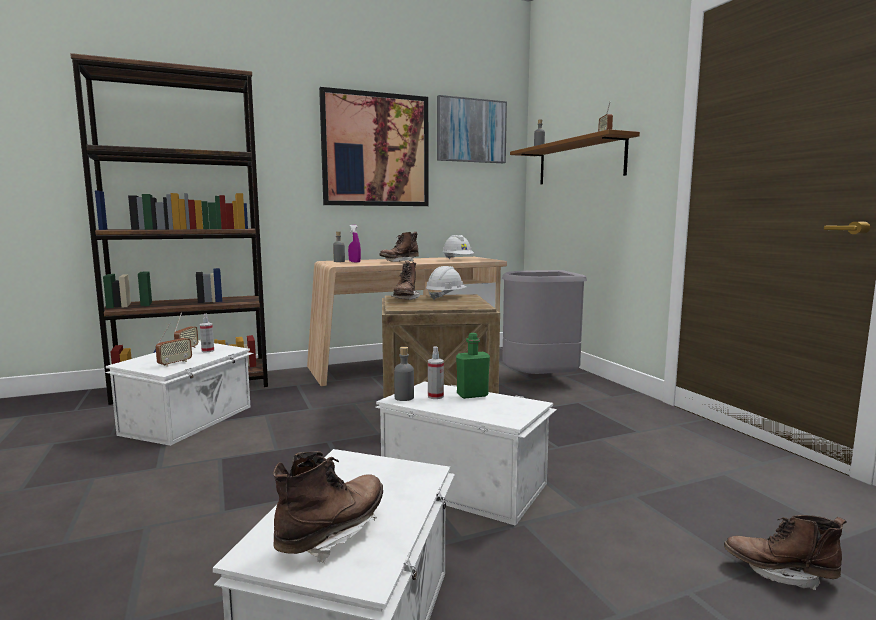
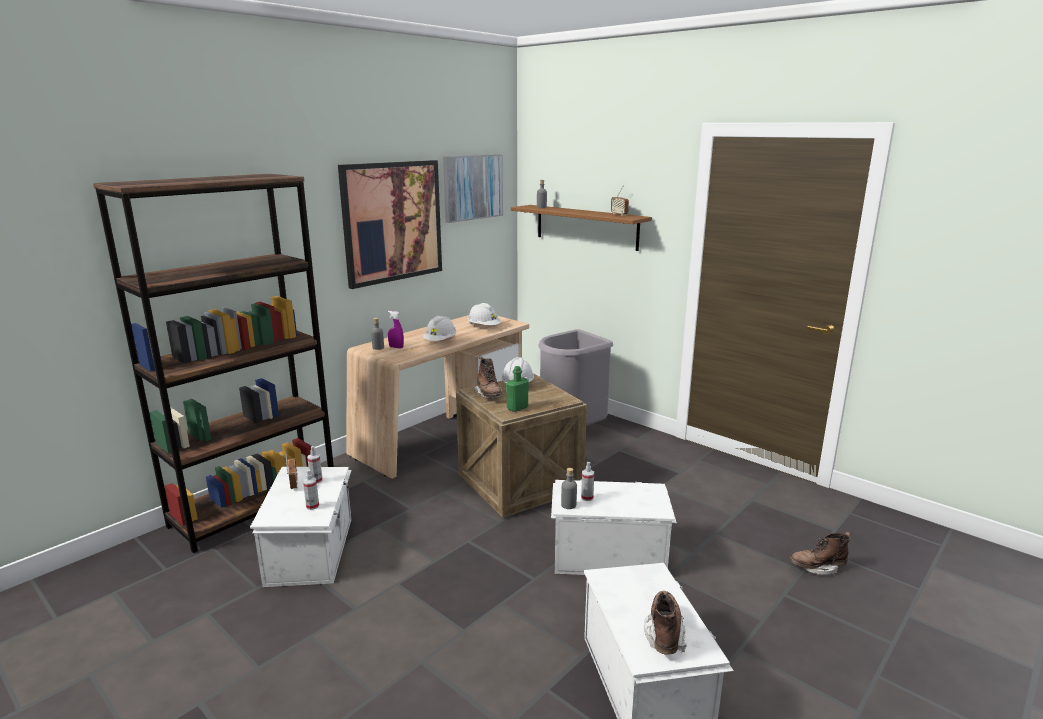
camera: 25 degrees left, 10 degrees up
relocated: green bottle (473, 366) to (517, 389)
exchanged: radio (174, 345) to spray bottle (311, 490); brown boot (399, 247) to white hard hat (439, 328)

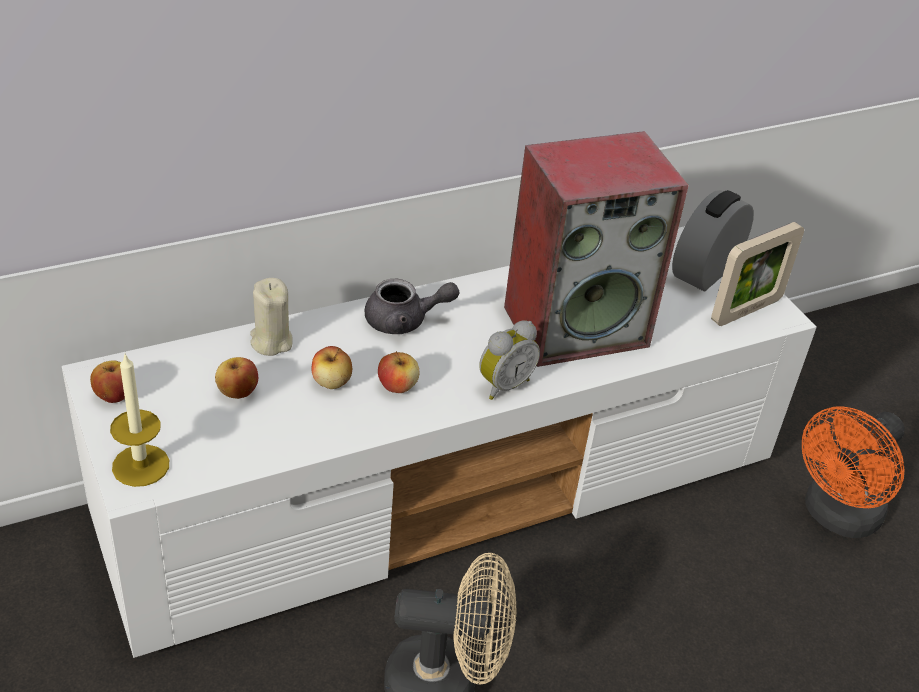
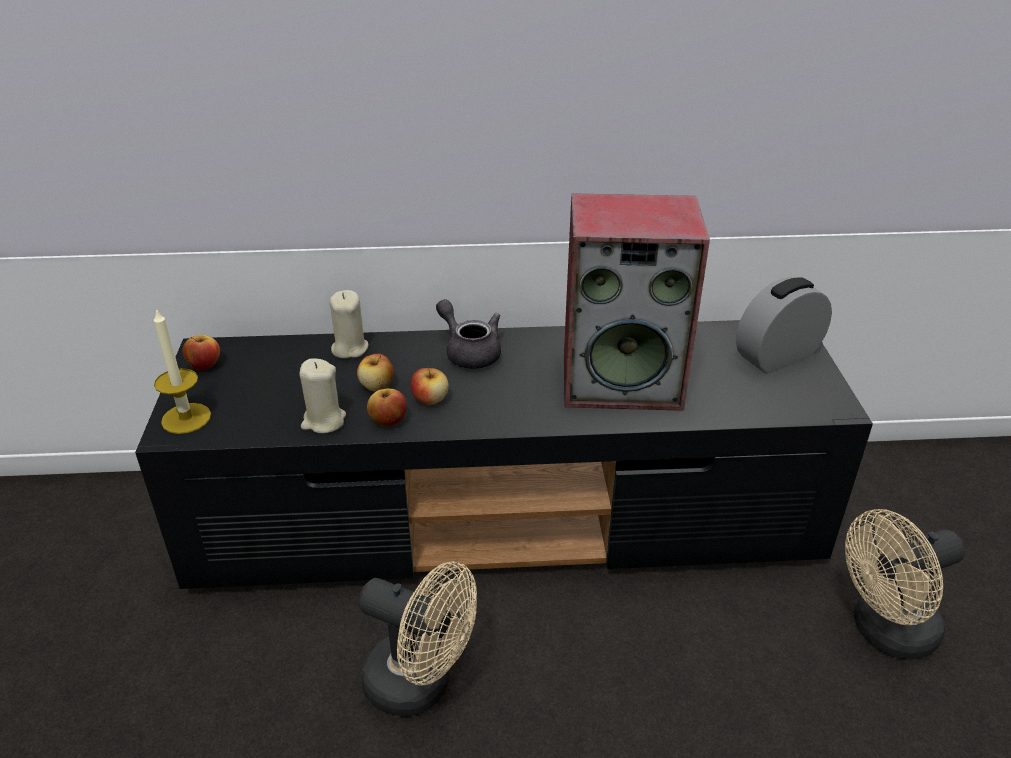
camera: 25 degrees right, 5 degrees down
missing: alarm clock (509, 360); picture frame (757, 274)
appeared: beige candle (322, 395)
relocated: apple (236, 378) to (387, 407)
colour: white tv stand (439, 442) to black tv stand (504, 454); orange fan (853, 472) to beige fan (905, 584)
spun: grey teapot (411, 306) = (468, 334) 150 degrees counterclockwise

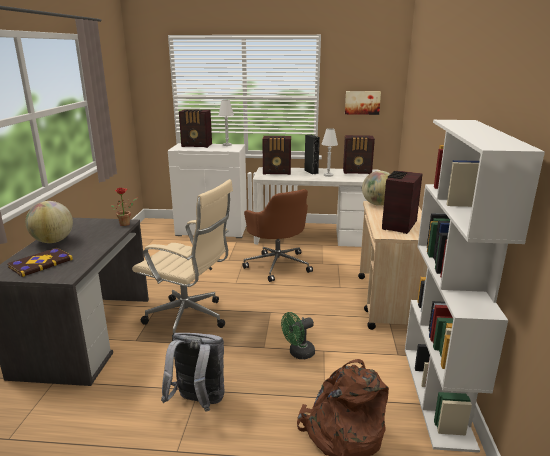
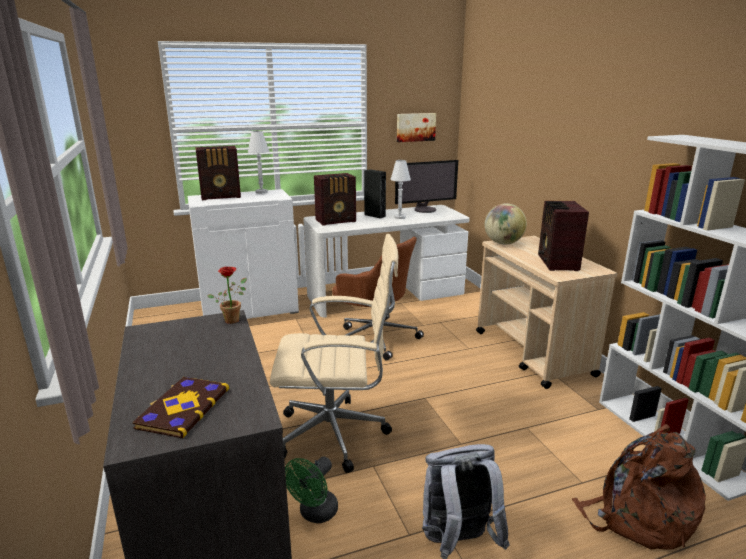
camera: 25 degrees left, 0 degrees up
missing: globe (49, 222)
relocated: green fan (298, 335) to (311, 489)
exchanged: radio (359, 154) to monitor (426, 186)

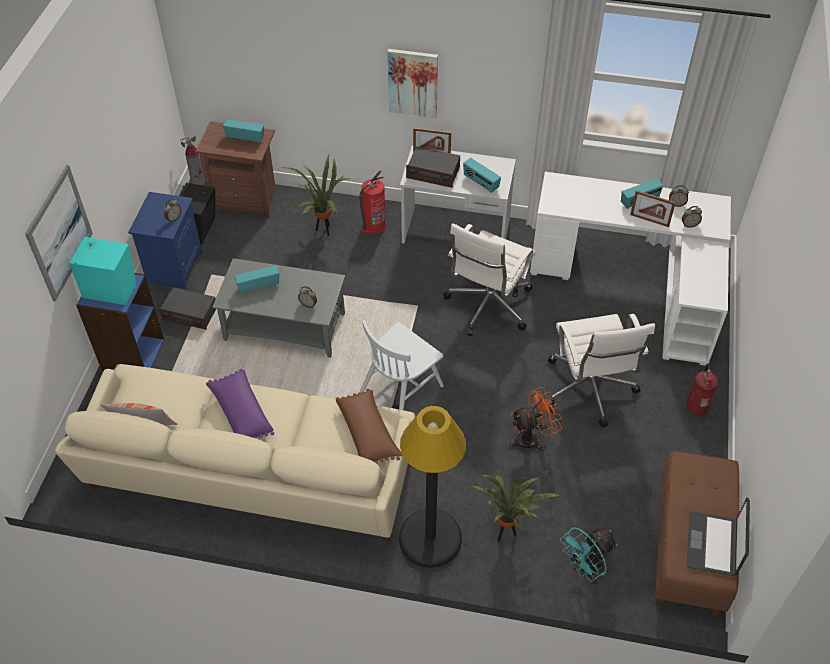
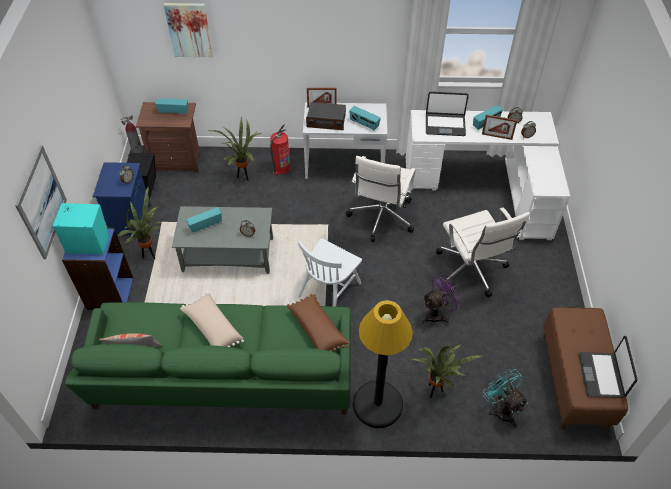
camera: 10 degrees left, 0 degrees up
missing: fire extinguisher (702, 390)
appeared: laptop (447, 114)
relocated: picture (413, 83) to (188, 30)
exchanged: radio (187, 308) to potted plant (140, 223)
colour: beige sofa (235, 454) to green sofa (208, 358); purple pillow (240, 403) to beige pillow (212, 319); orange fan (535, 419) to purple fan (442, 298)
spun: turquoise fan (589, 556) = (505, 398) 105 degrees clockwise

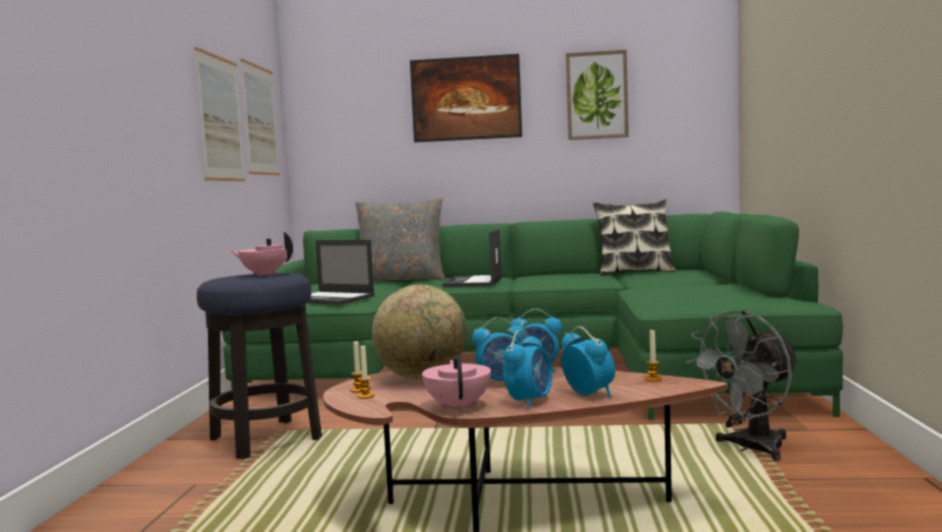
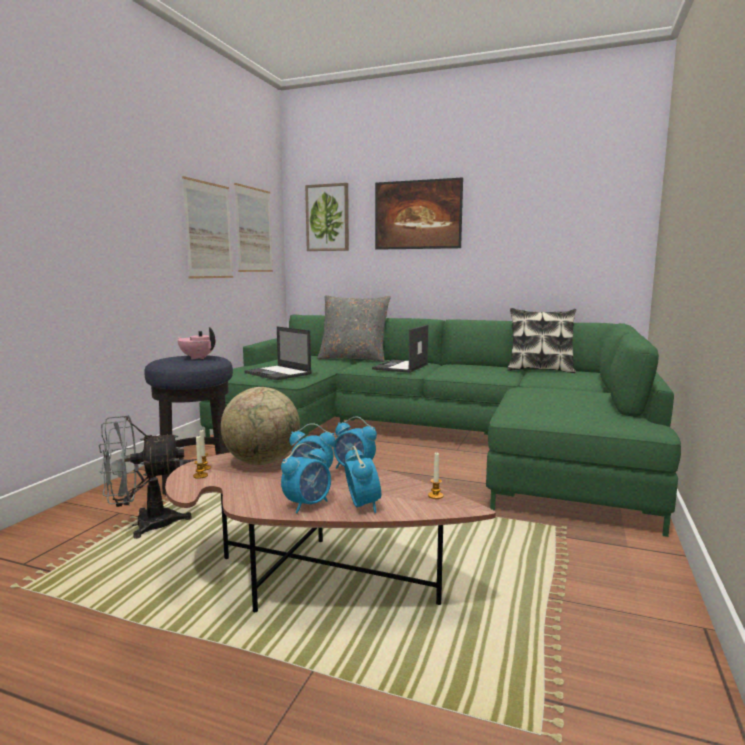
camera: 15 degrees right, 5 degrees up
missing: pink teapot (456, 383)
relocated: picture (597, 95) to (327, 217); grey fan (742, 386) to (145, 477)

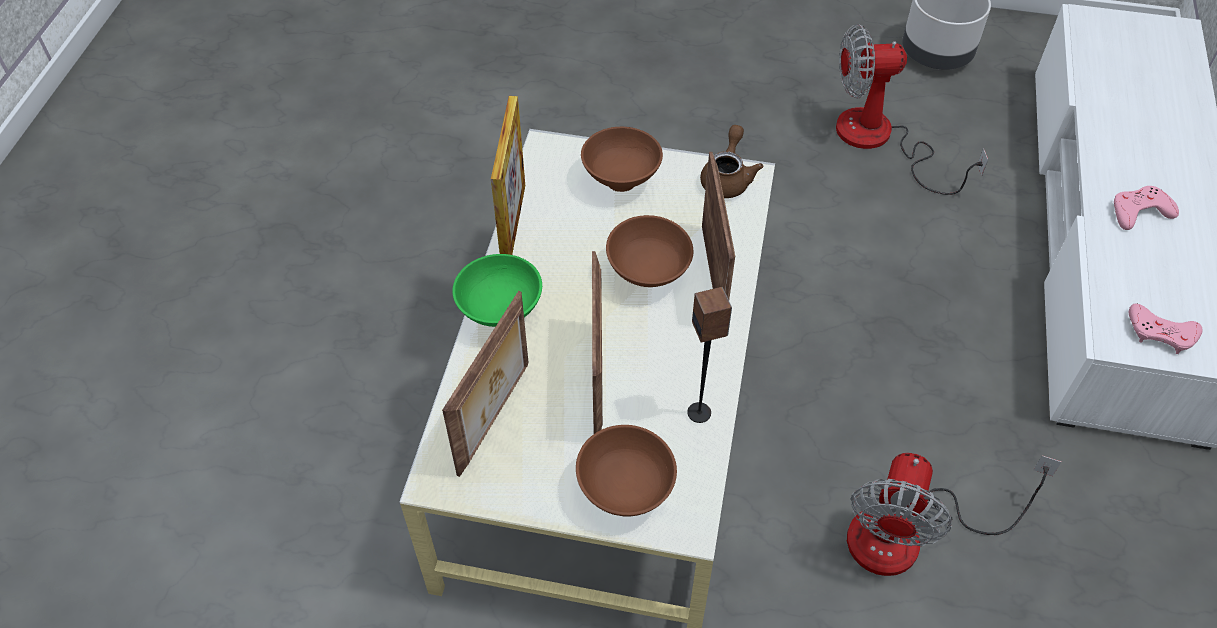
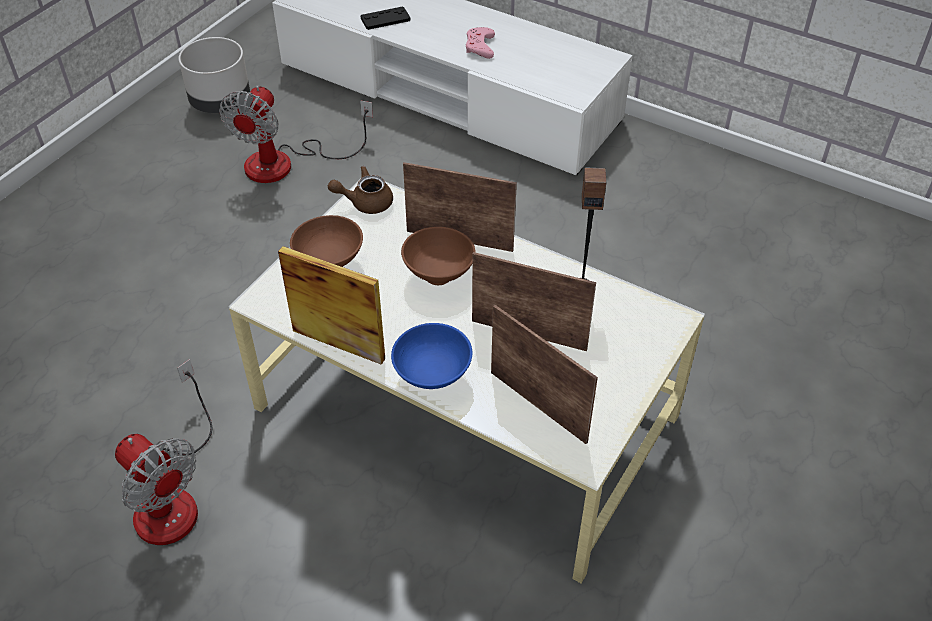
camera: 70 degrees left, 5 degrees down
missing: brown bowl (626, 470); pink game controller (1166, 329)
appeared: black game controller (385, 18)
relocated: fan (954, 514) to (163, 452)
colour: green bowl (497, 290) to blue bowl (432, 356)
spun: brown teapot (731, 161) = (360, 190) 45 degrees counterclockwise

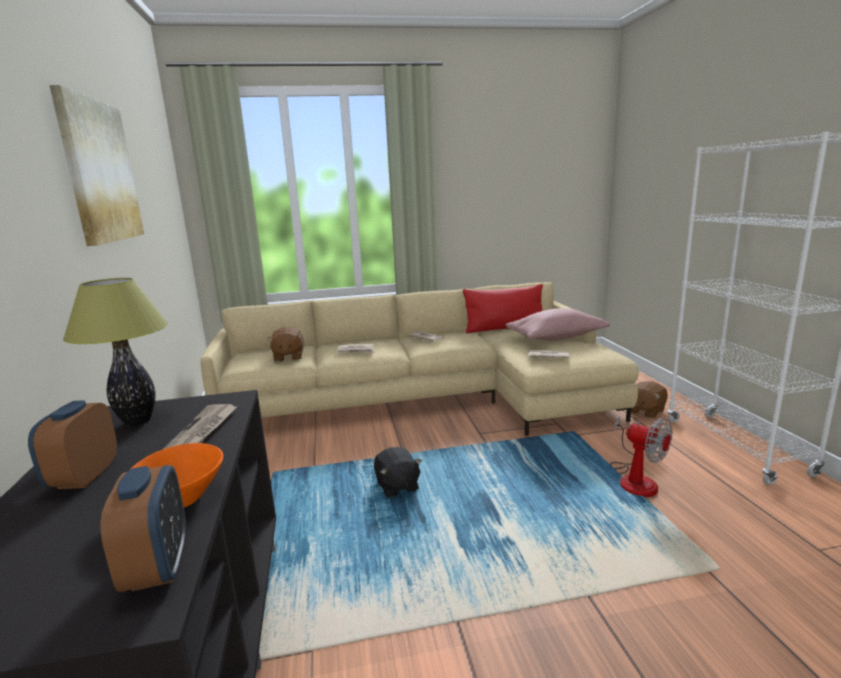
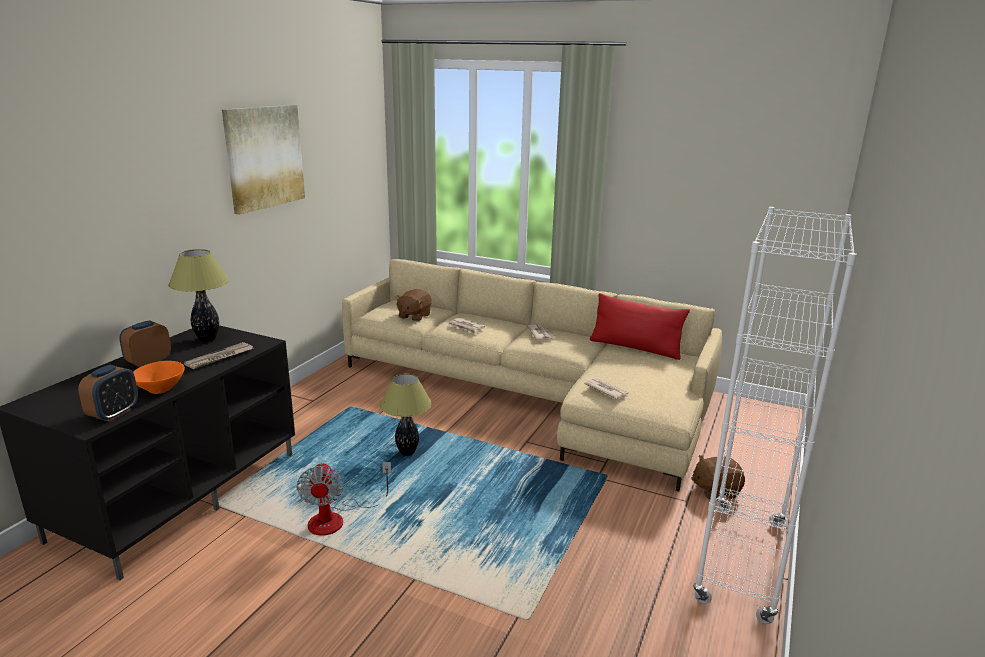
camera: 35 degrees right, 5 degrees up
missing: pink pillow (558, 324)
relocated: fan (641, 457) to (343, 499)
exchanged: black plush toy (398, 472) to table lamp (406, 415)

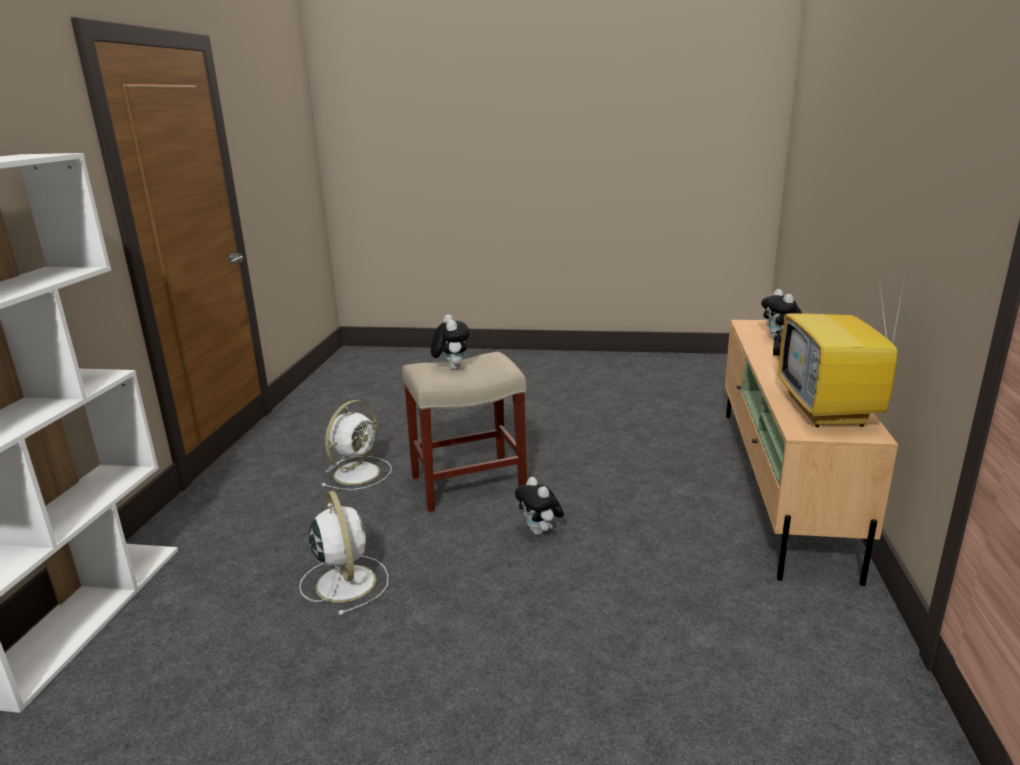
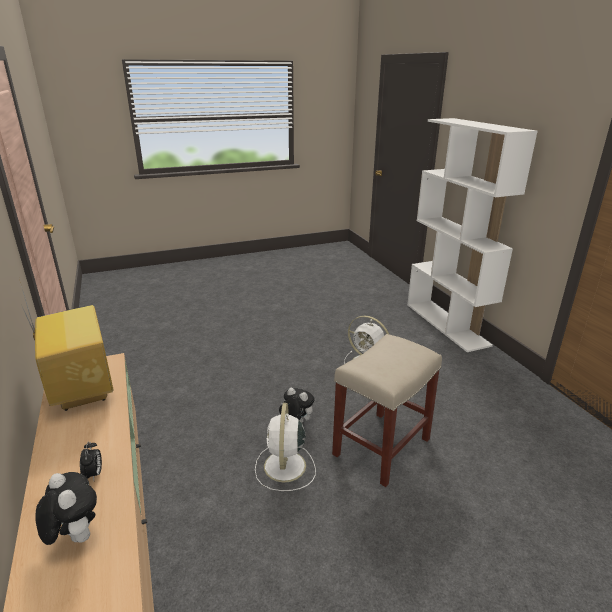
camera: 150 degrees right, 5 degrees up
missing: plush toy (450, 342)
relocated: white fan (356, 445) to (285, 447)

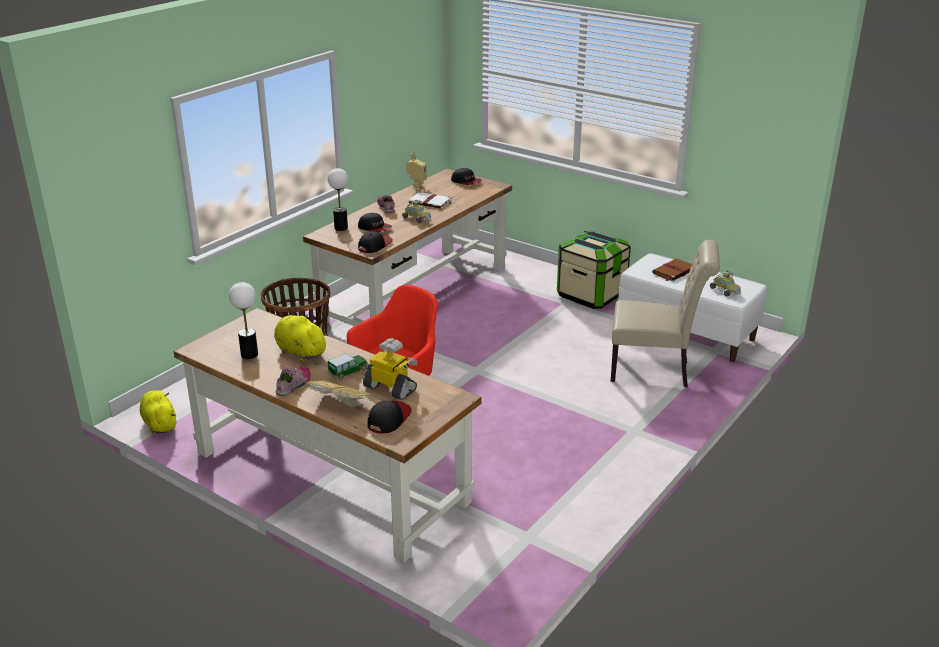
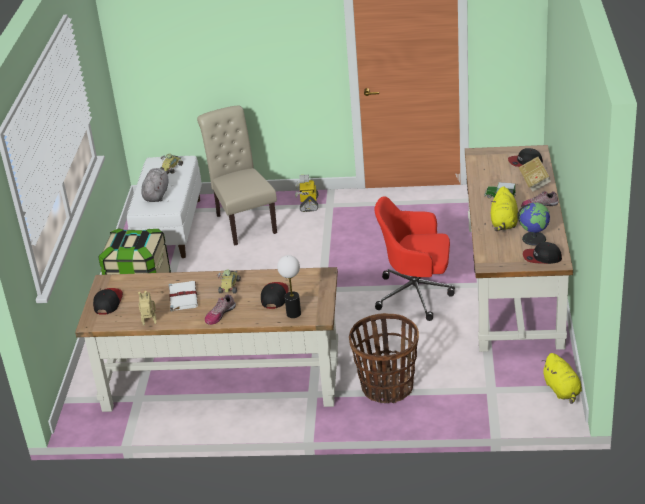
camera: 120 degrees left, 5 degrees up
relocated: cap (375, 242) to (542, 253); toy robot (390, 369) to (306, 193)
exchanged: table lamp (243, 320) to globe (533, 224); brown book (672, 270) to grey plush toy (155, 185)
spun: yellow plush toy (158, 412) = (561, 378) 45 degrees counterclockwise

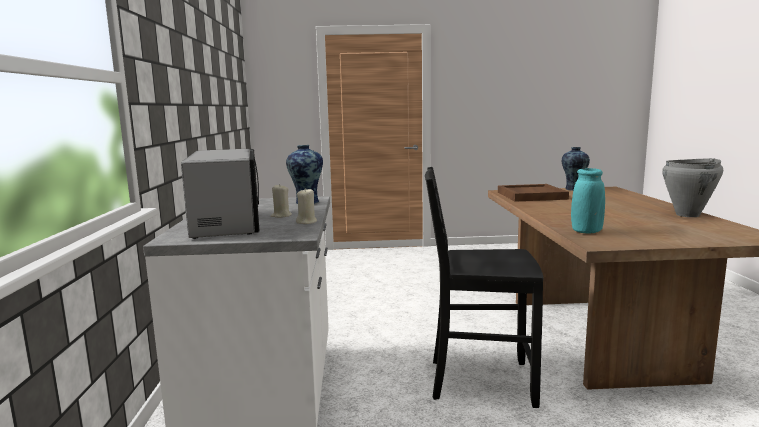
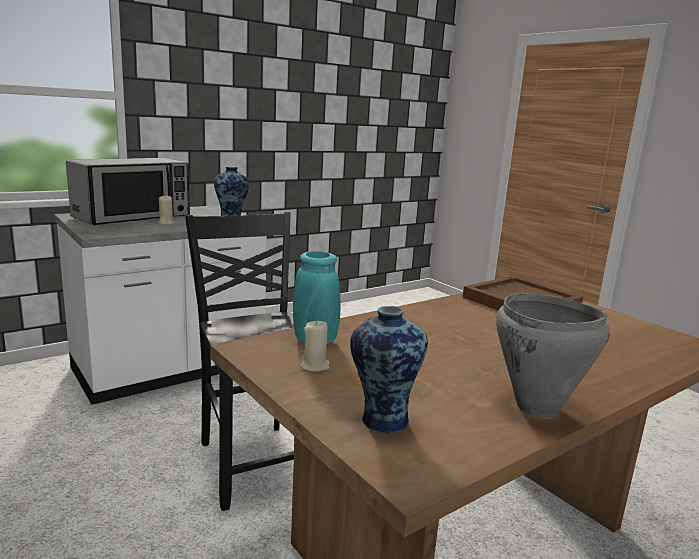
camera: 55 degrees right, 5 degrees up
relocated: beige candle (306, 206) to (315, 345); vase (575, 169) to (389, 369)

